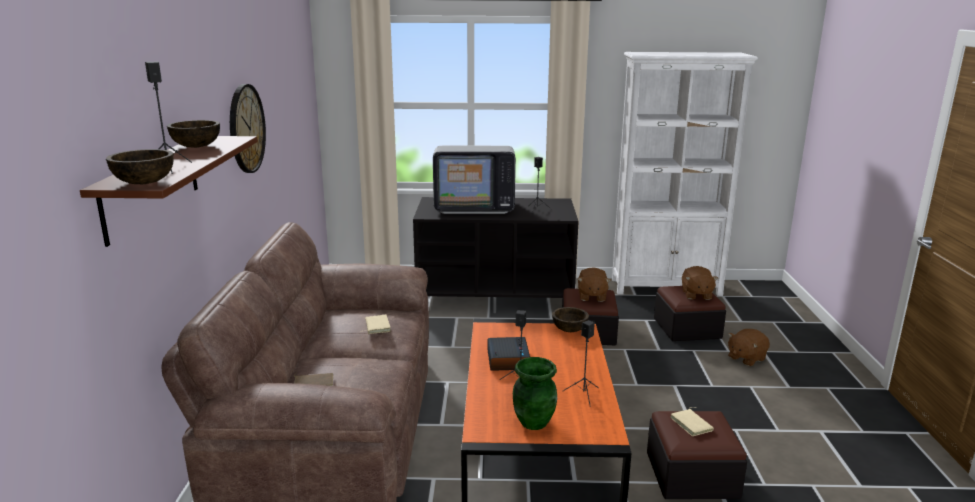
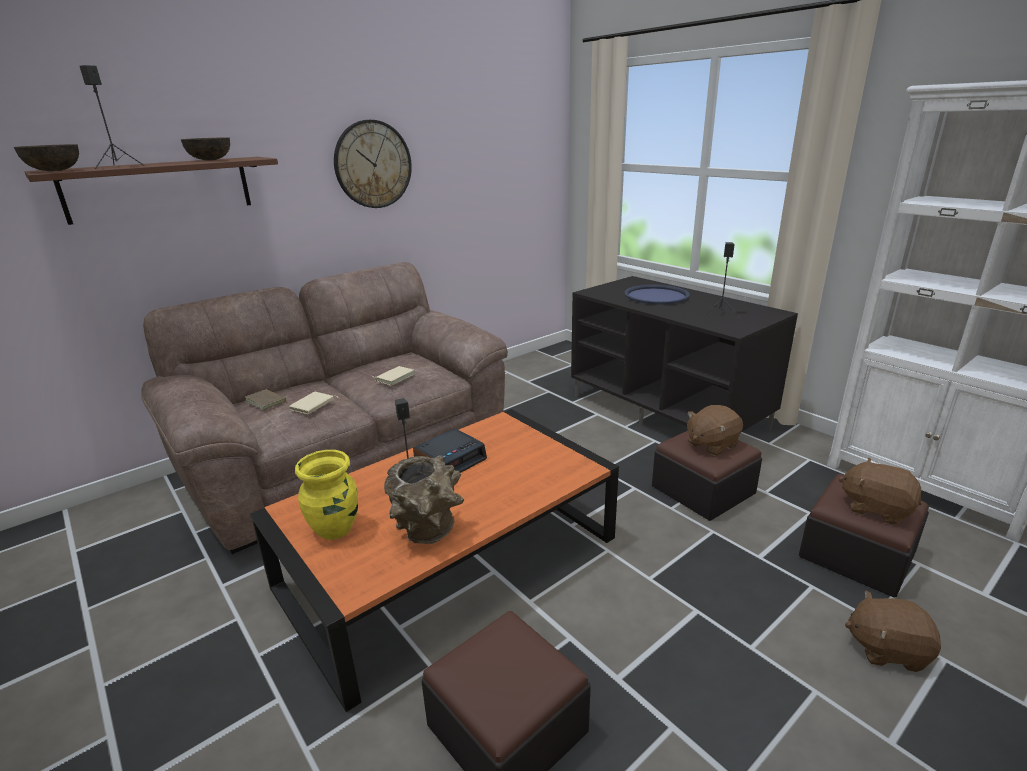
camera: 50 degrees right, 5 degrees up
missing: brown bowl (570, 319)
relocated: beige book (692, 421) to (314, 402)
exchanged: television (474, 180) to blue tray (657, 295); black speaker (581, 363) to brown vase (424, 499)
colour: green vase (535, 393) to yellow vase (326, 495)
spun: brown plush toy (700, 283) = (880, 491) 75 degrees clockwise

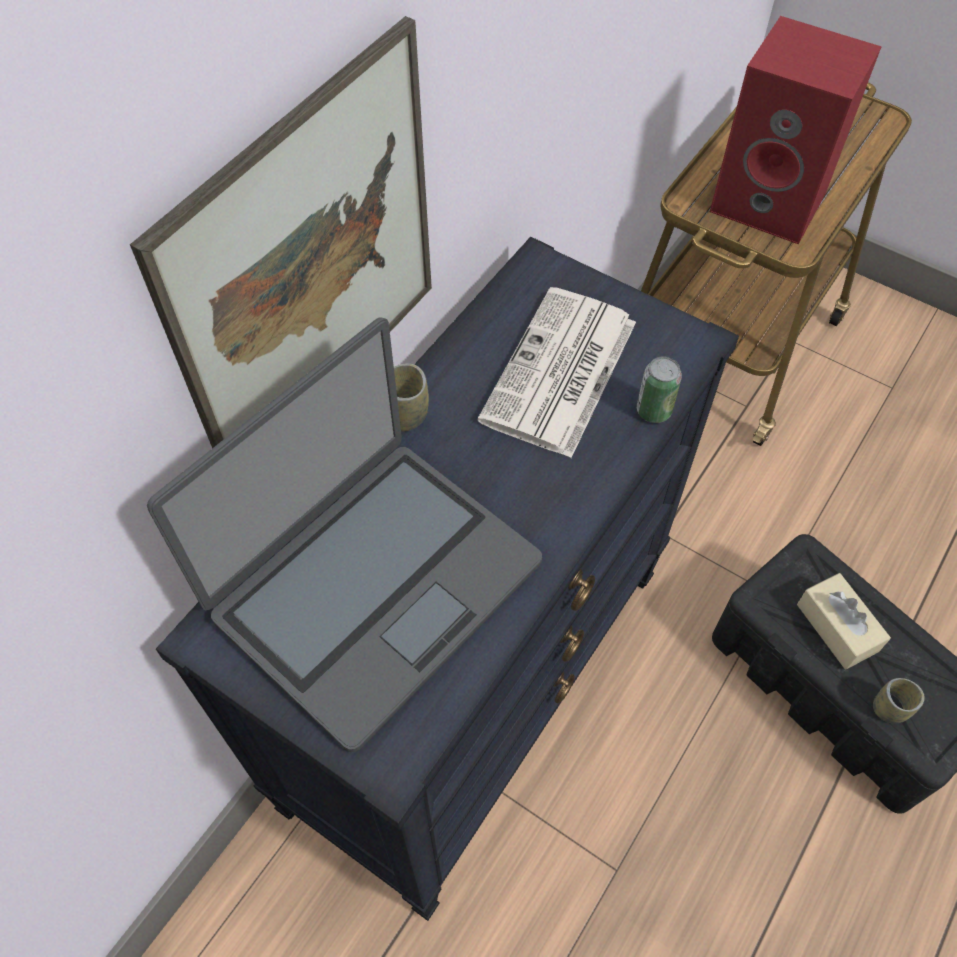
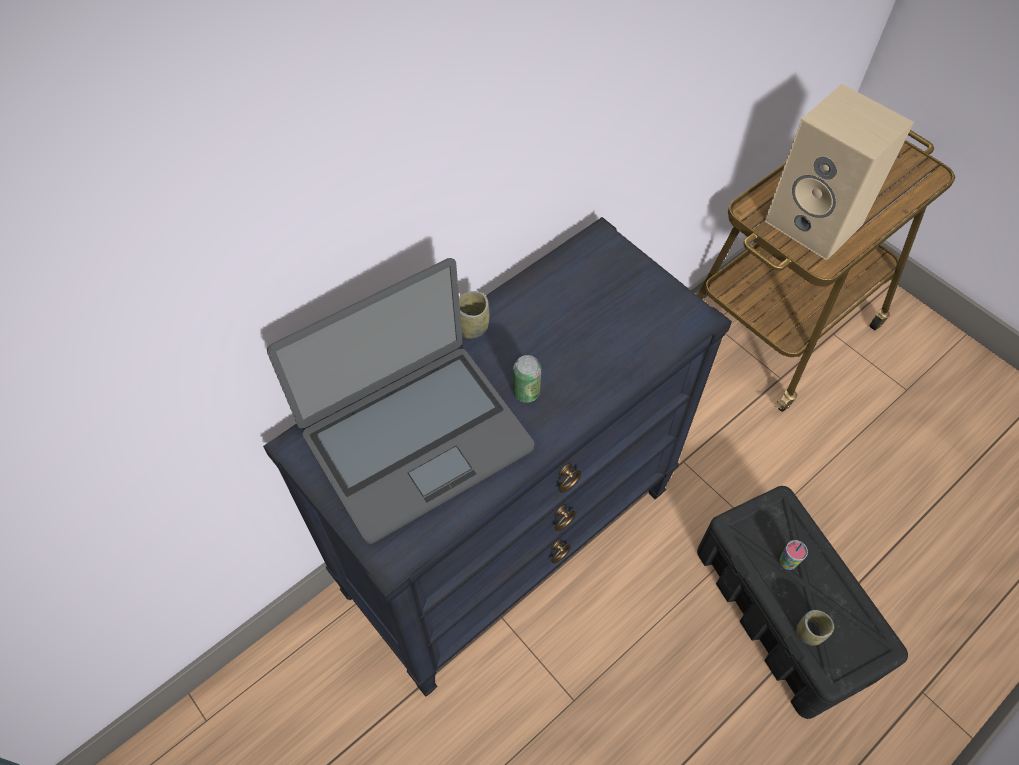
camera: 15 degrees right, 0 degrees up
missing: picture (281, 232); newspaper (556, 372)
relocated: can (659, 389) to (527, 379)
exchanged: beige tissue box (844, 621) to cup (794, 555)
colour: red speaker (796, 130) to beige speaker (839, 172)

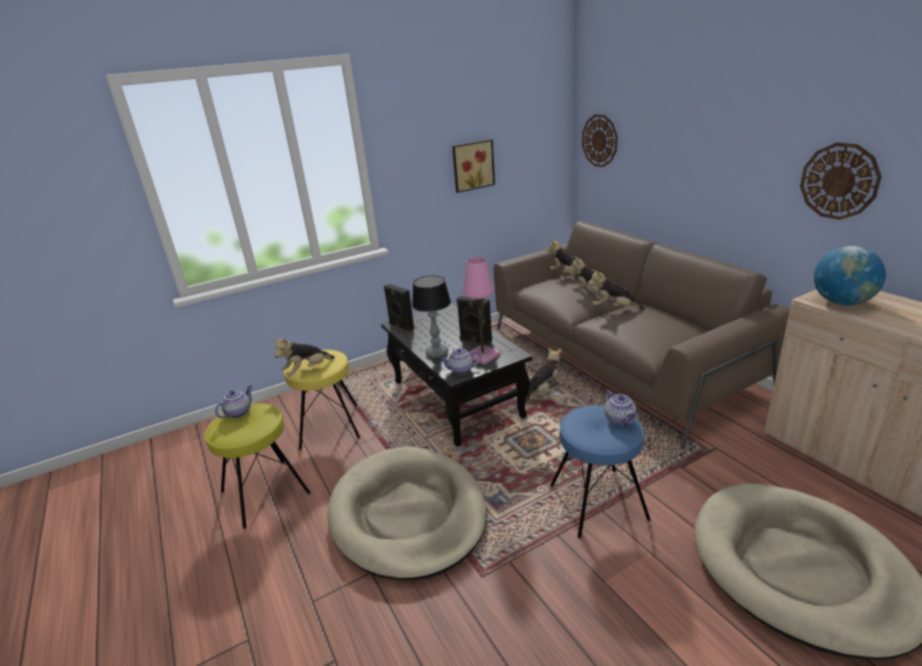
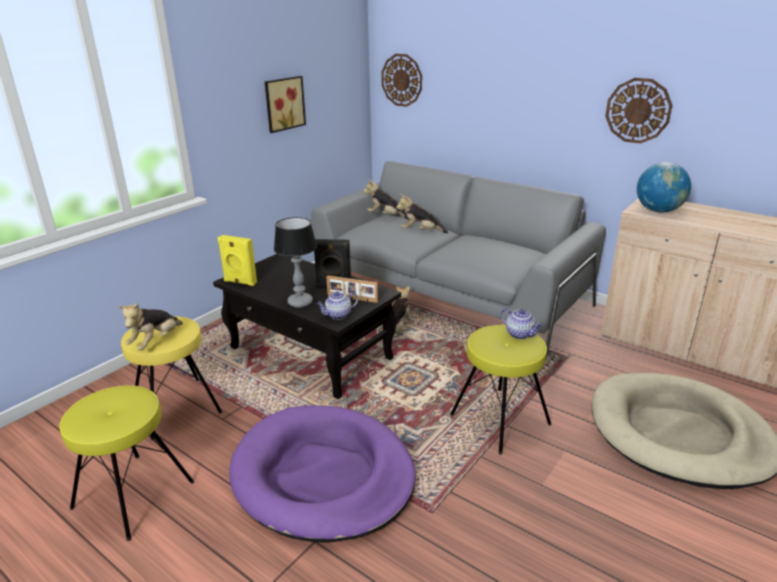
camera: 25 degrees left, 0 degrees up
missing: teapot (233, 402); plush toy (616, 289)
exchanged: pink table lamp (481, 311) to picture frame (352, 289)
colour: beige dog bed (407, 514) to purple dog bed (322, 474); black speaker (399, 308) to yellow speaker (237, 260); brown sofa (642, 335) to grey sofa (459, 260); blue stool (600, 471) to yellow stool (501, 390)

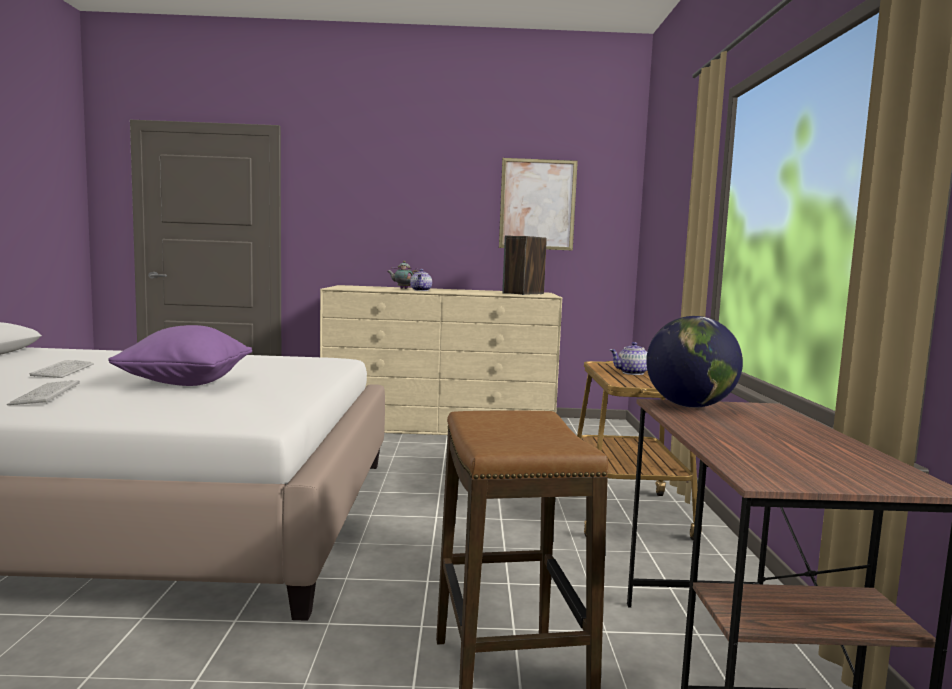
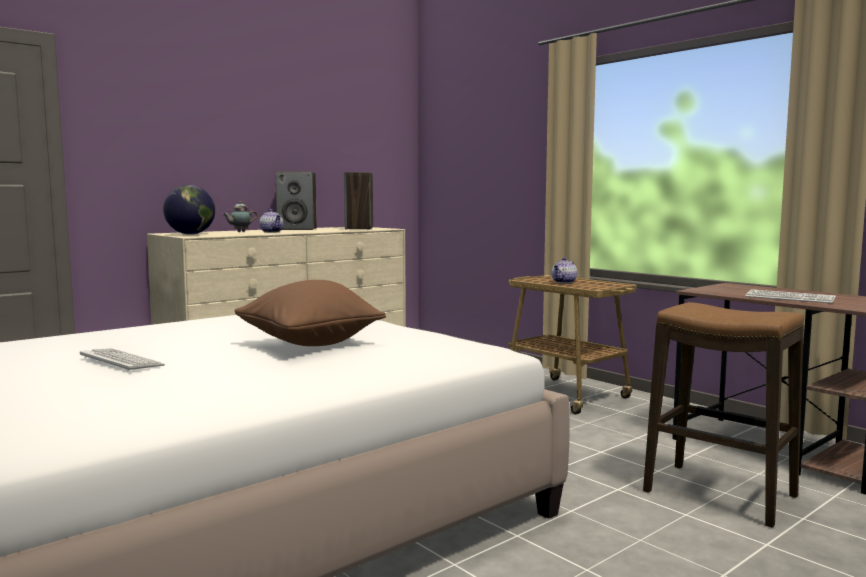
camera: 40 degrees left, 0 degrees up
missing: picture (538, 204)
appeared: speaker (296, 200)
relocated: keyboard (43, 392) to (790, 296); globe (694, 362) to (189, 210)
colour: purple pillow (180, 355) to brown pillow (310, 313)

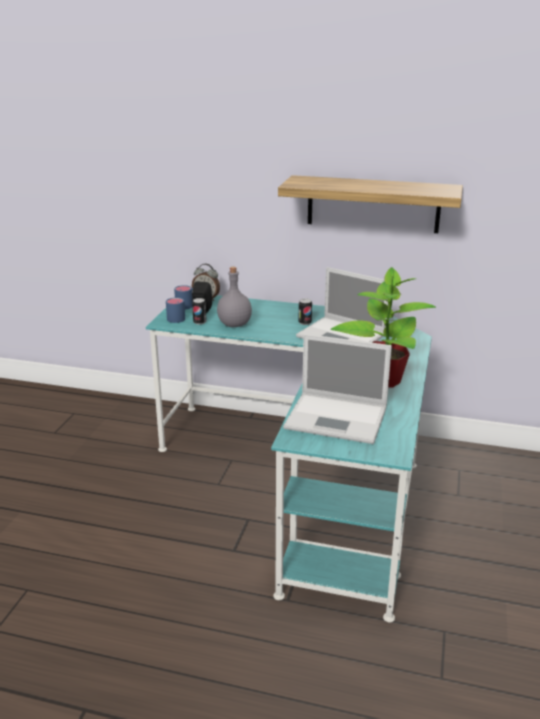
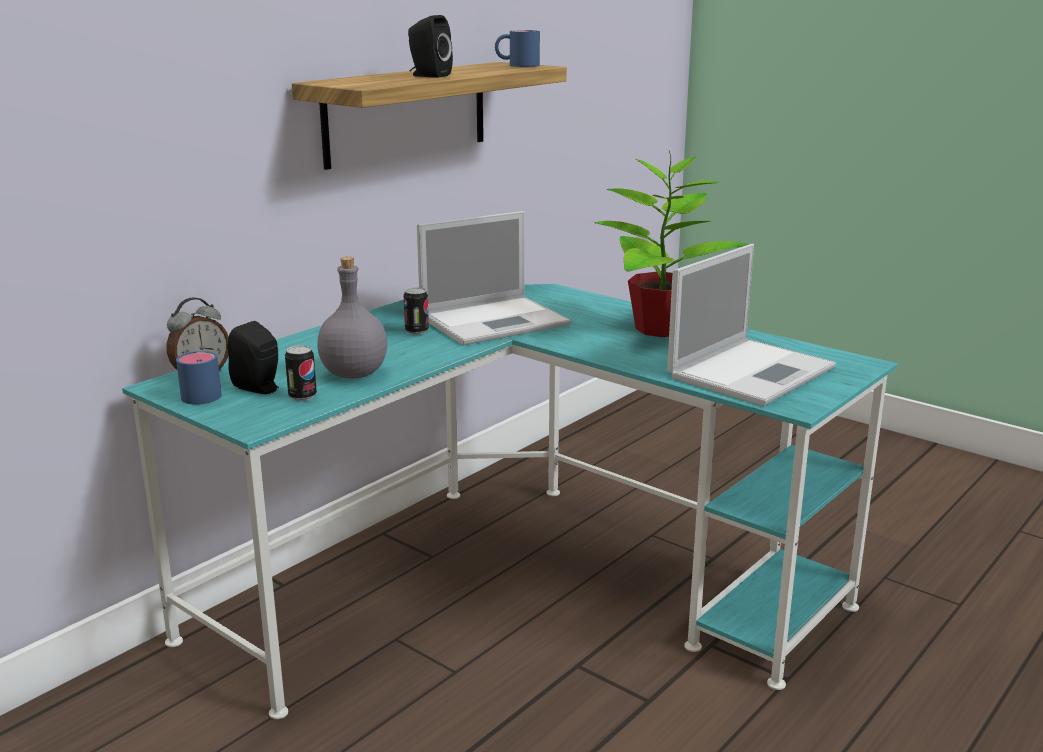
camera: 65 degrees left, 5 degrees down
appeared: black speaker (430, 46)
relocated: blue mug (175, 310) to (517, 48)

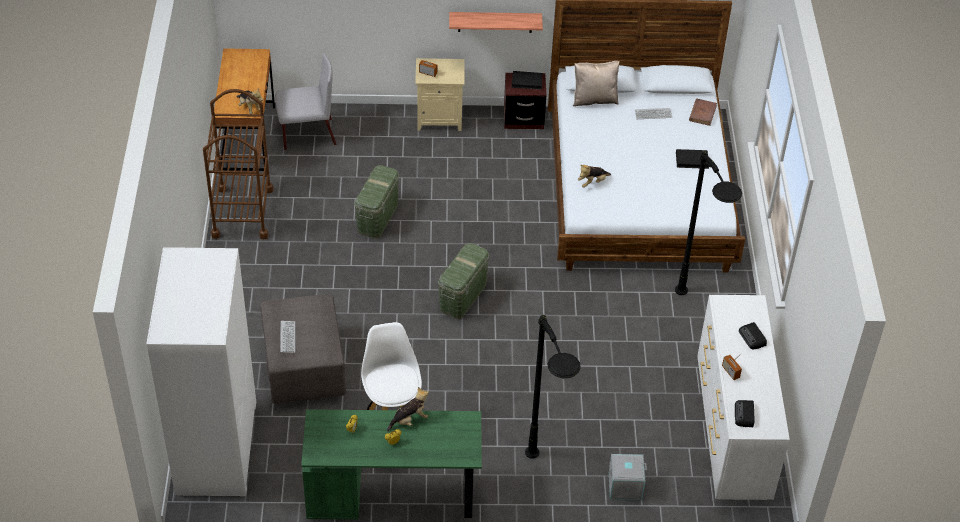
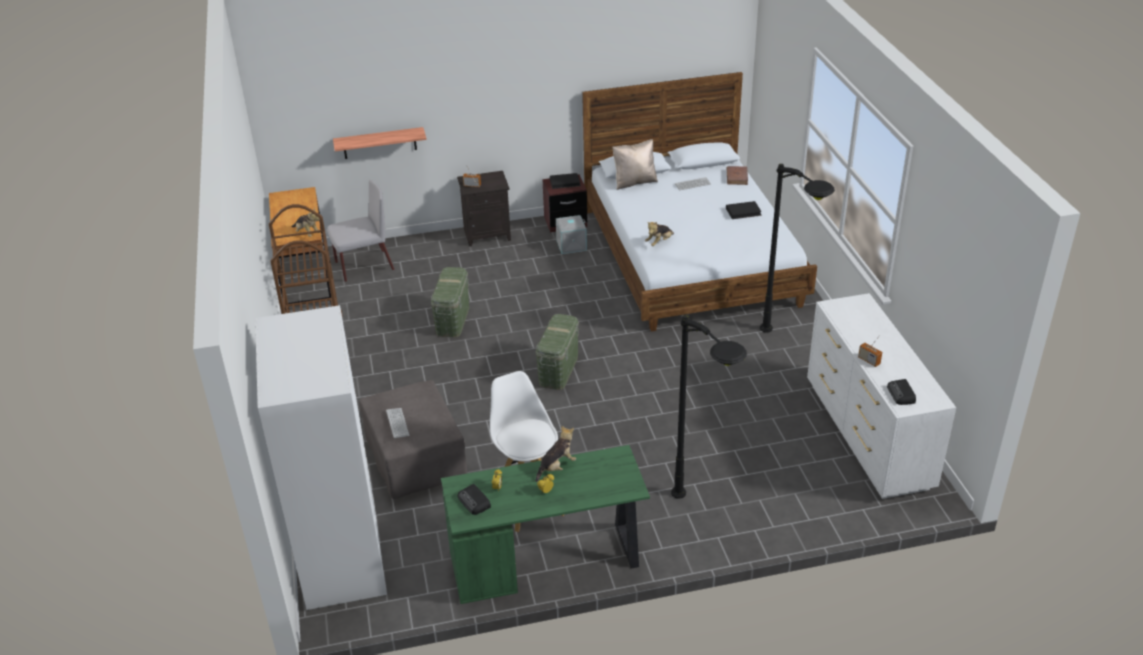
camera: 10 degrees left, 10 degrees down
relocated: shelf (496, 22) to (380, 143); grey storage box (628, 477) to (571, 234); radio (753, 335) to (474, 499)
colour: beige nightstand (440, 94) to black nightstand (484, 209)

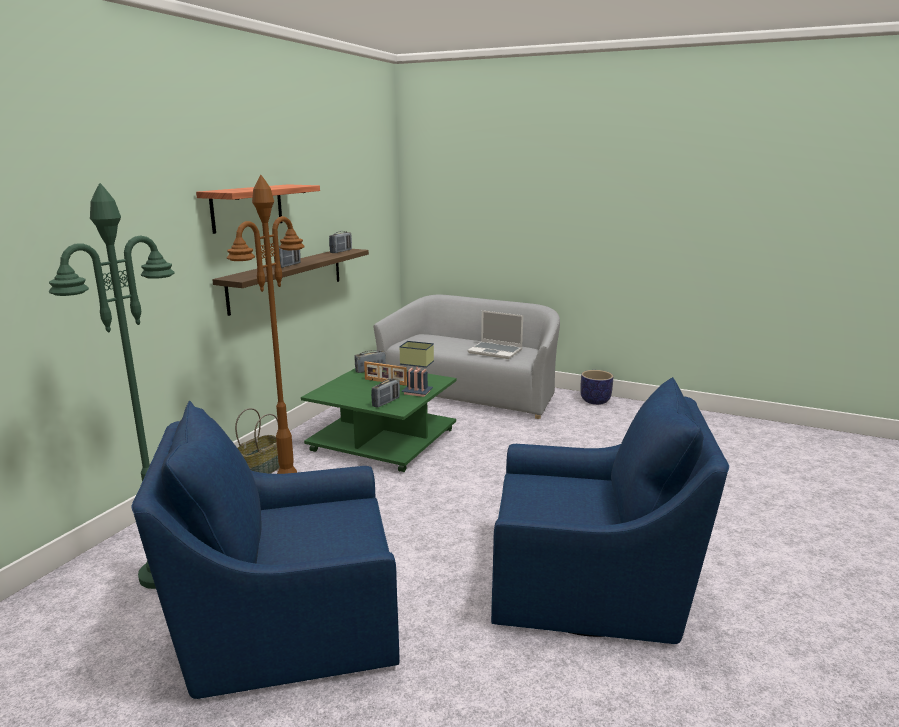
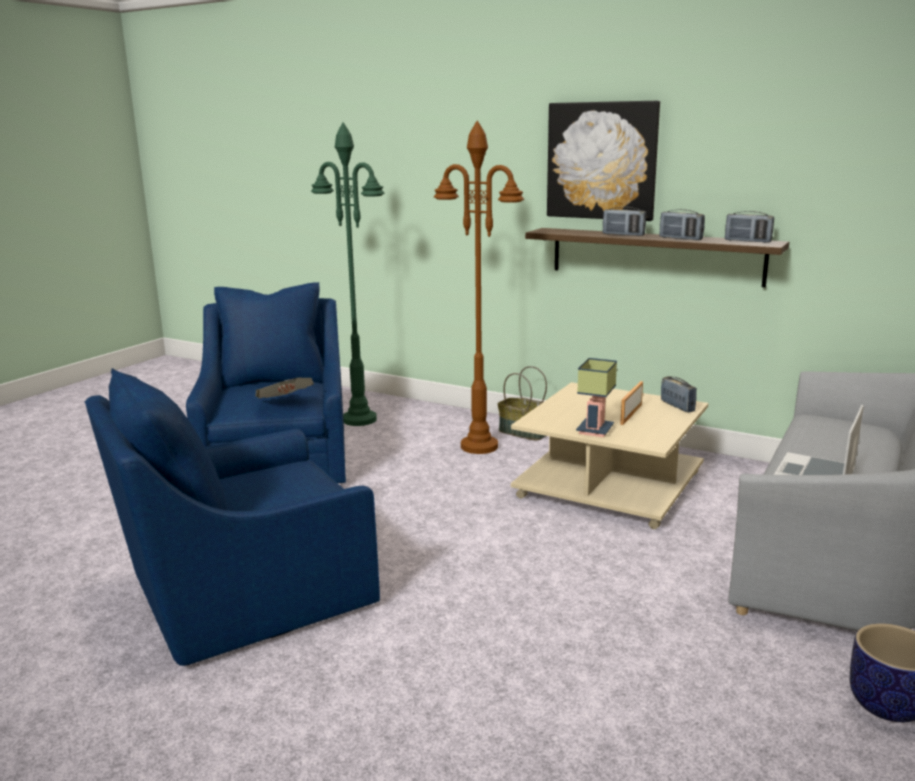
camera: 95 degrees right, 0 degrees up
appeared: newspaper (284, 387)
relocated: radio (385, 393) to (682, 224)
exchanged: shelf (258, 209) to picture (603, 161)
colour: green coffee table (378, 420) to beige coffee table (609, 455)
spun: blue armchair (610, 510) = (232, 517) 45 degrees clockwise

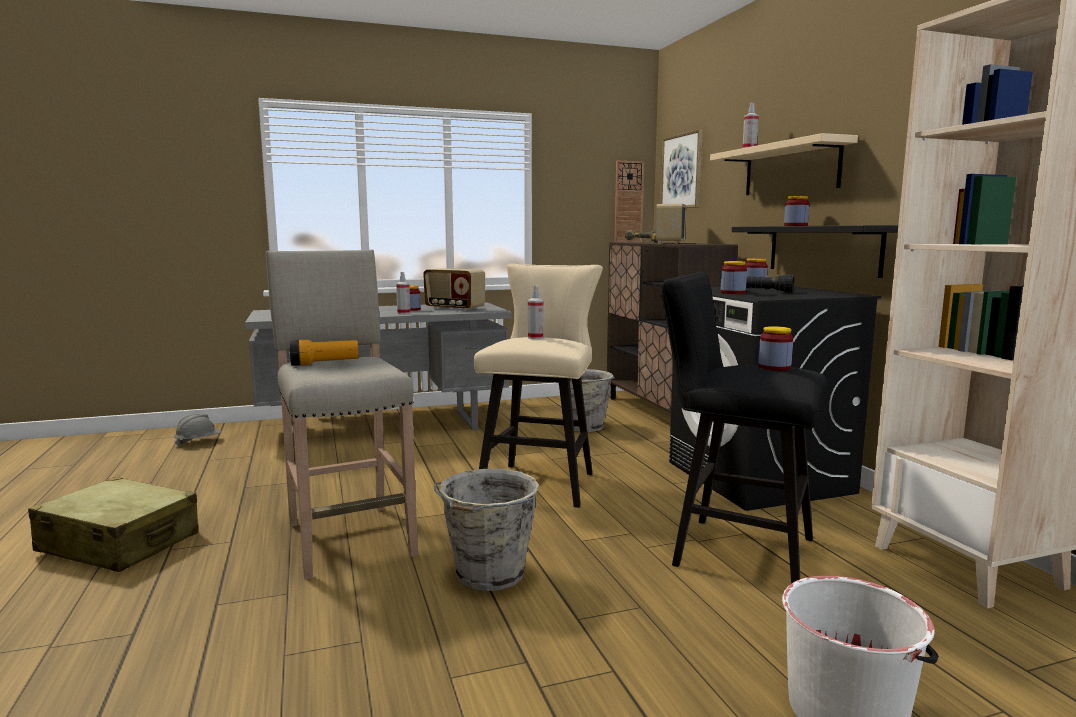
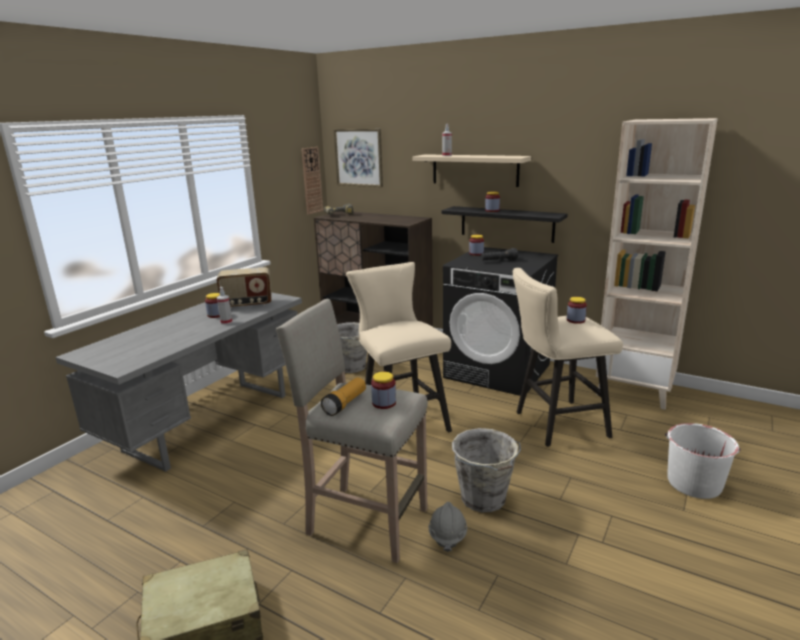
camera: 40 degrees left, 10 degrees up
missing: spray bottle (536, 312); radio (670, 224)
relocated: grey hard hat (197, 429) to (448, 527); jar (734, 277) to (383, 390)
colour: black stool (744, 428) to beige stool (567, 357)

